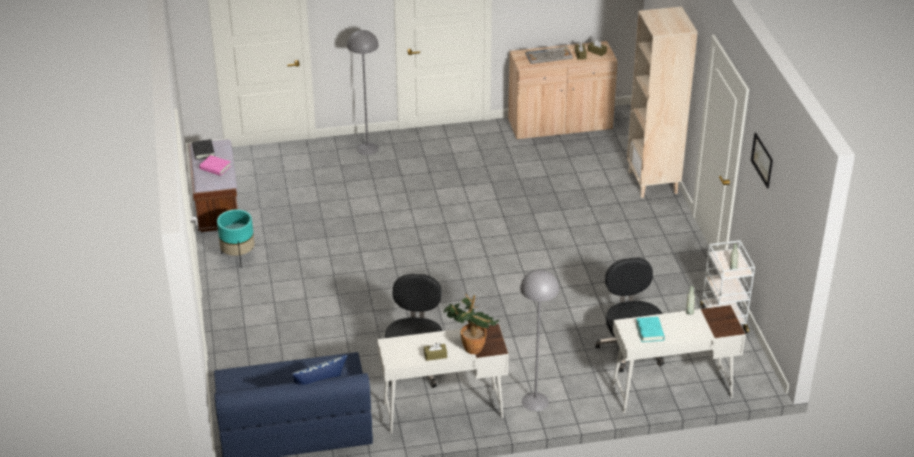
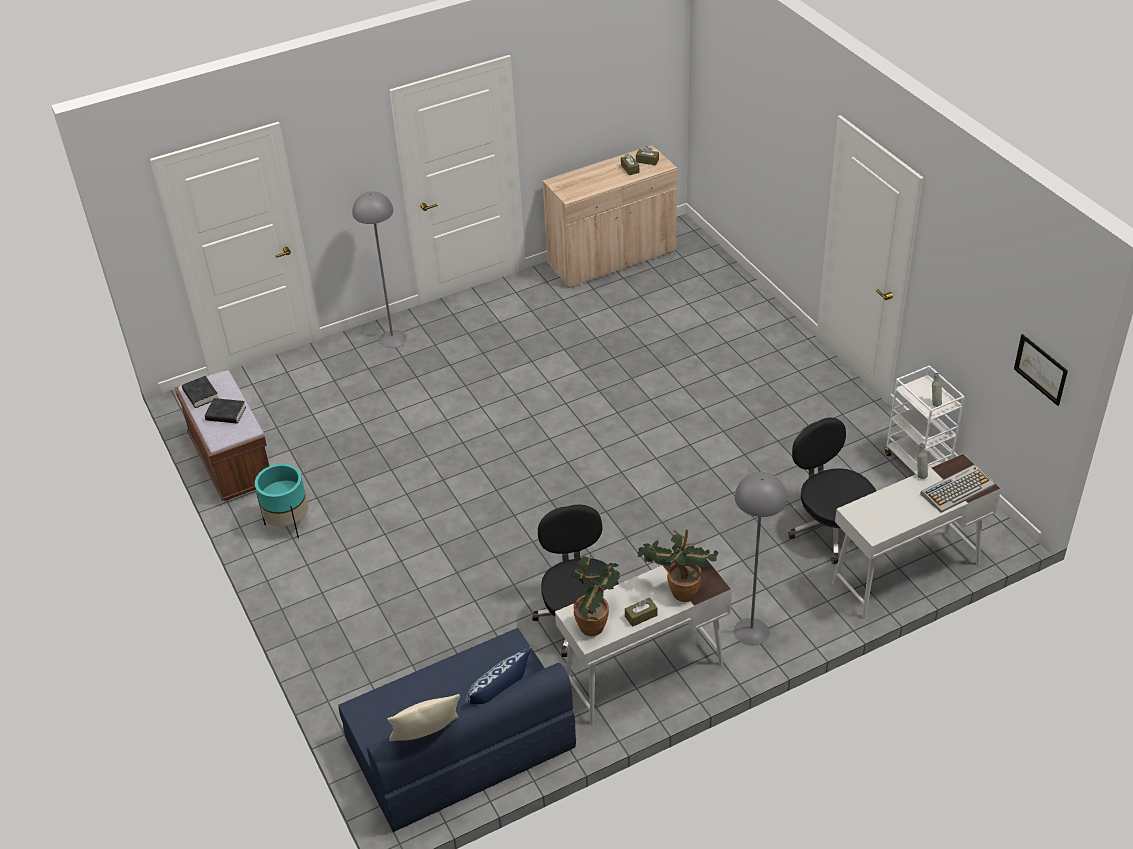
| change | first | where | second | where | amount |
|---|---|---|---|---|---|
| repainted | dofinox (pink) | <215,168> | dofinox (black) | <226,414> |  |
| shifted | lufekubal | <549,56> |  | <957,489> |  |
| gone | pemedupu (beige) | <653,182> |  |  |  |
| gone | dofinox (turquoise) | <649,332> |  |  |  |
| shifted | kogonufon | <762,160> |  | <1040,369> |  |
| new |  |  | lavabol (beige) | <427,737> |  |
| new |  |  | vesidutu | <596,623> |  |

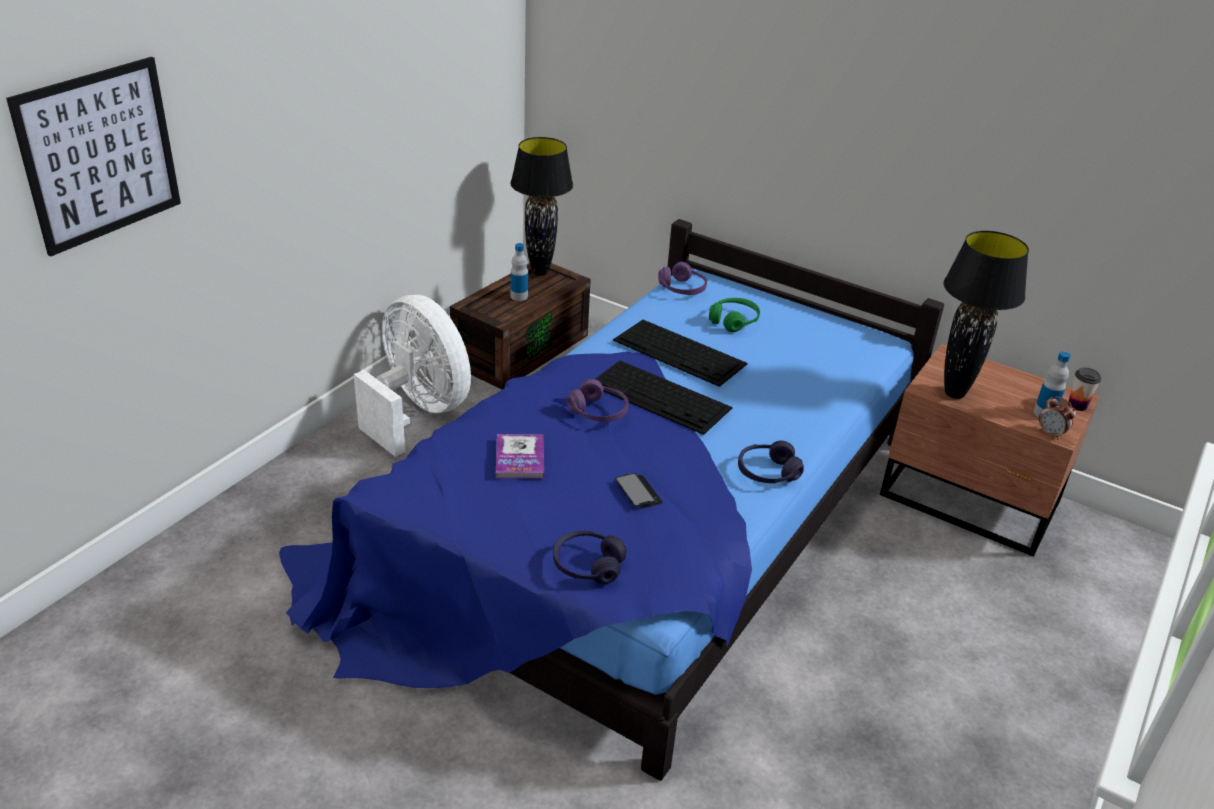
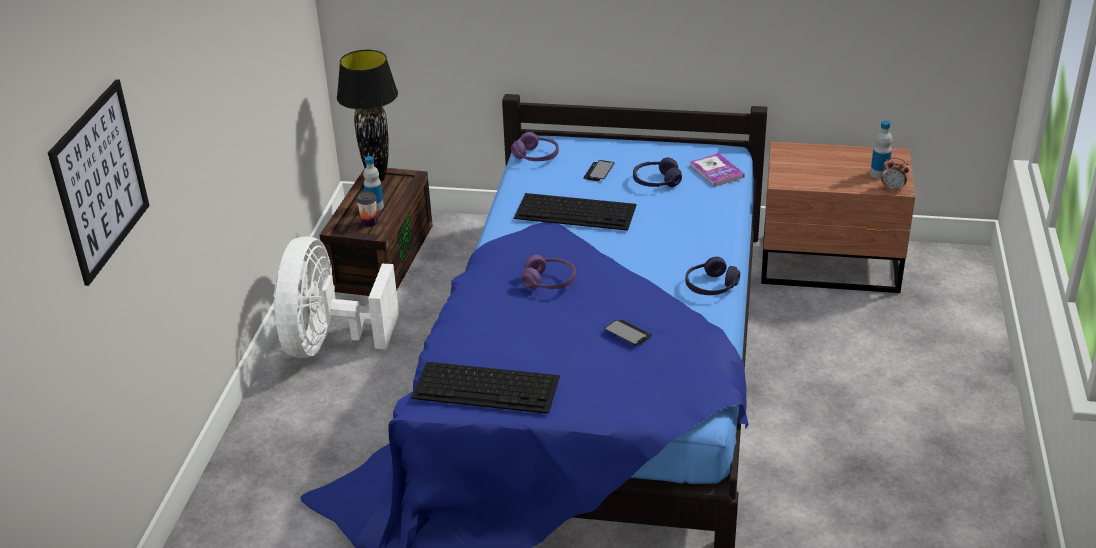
| change | first | where | second | where | amount |
|---|---|---|---|---|---|
| rotated | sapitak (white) | <417,412> |  | <329,343> | 105 degrees counterclockwise |
| shifted | dofinox | <520,458> |  | <716,171> |  |
| shifted | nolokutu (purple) | <588,566> |  | <656,181> |  |
| shifted | lufekubal | <661,396> |  | <487,387> |  |
| swapped | nolokutu (green) | <733,321> | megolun | <598,172> |  |
| gone | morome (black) | <954,394> |  |  |  |
| shifted | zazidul | <1077,405> |  | <369,223> |  |

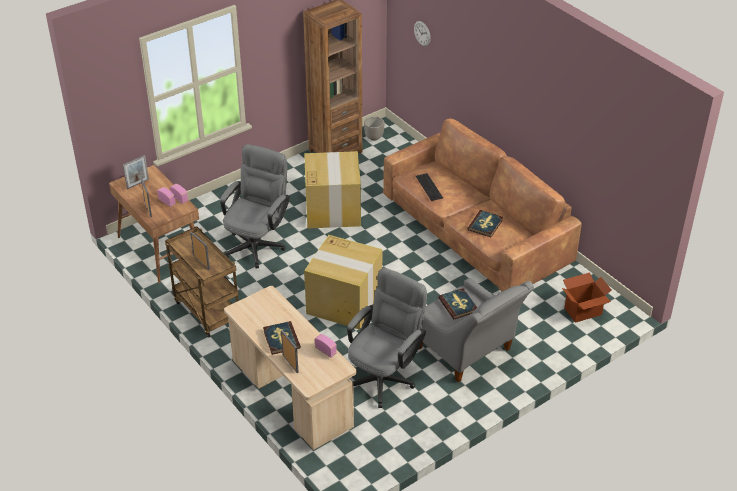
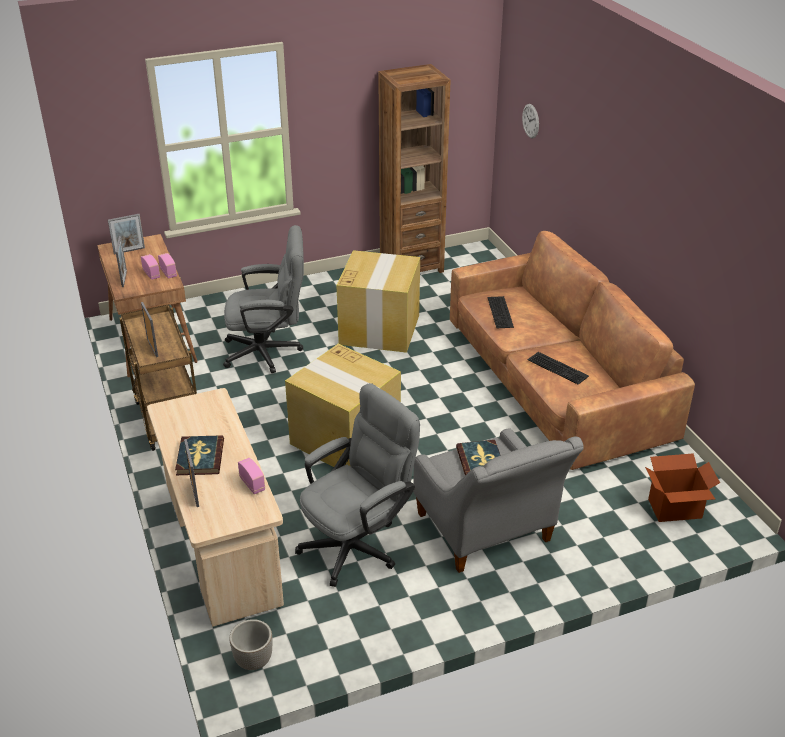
| change | first | where | second | where | amount |
|---|---|---|---|---|---|
| rotated | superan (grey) | <257,243> |  | <269,352> | 45 degrees clockwise |
| shifted | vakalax | <374,137> |  | <253,661> |  |
| swapped | dofinox | <485,225> | lufekubal | <559,367> |  |

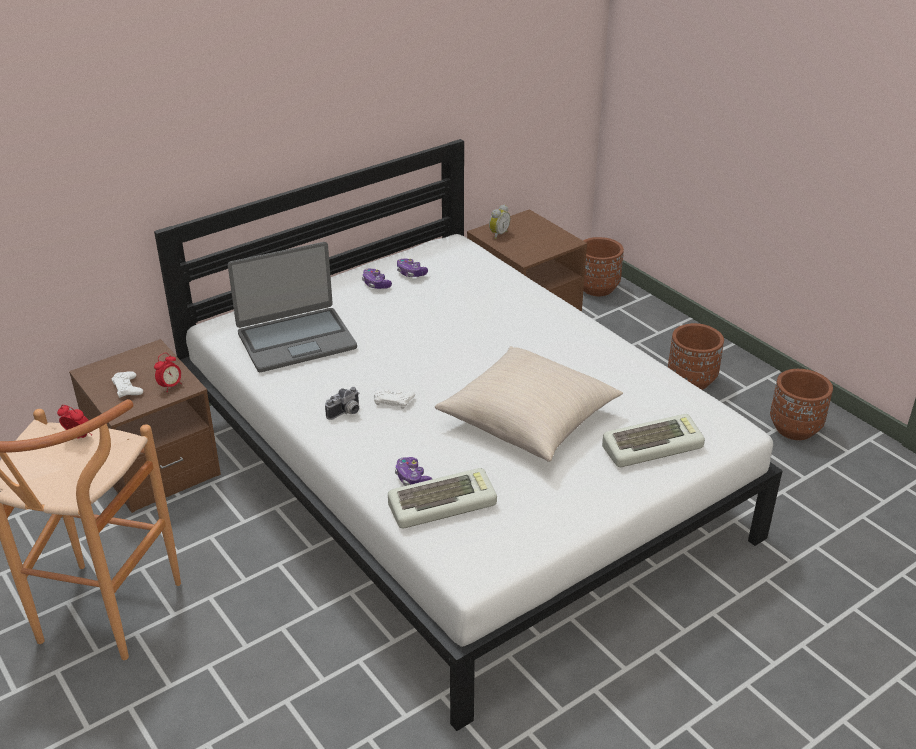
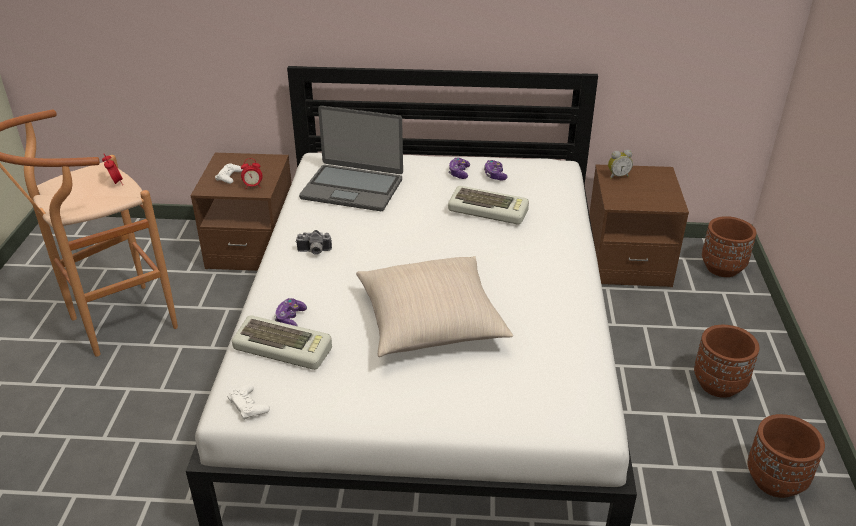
| change | first | where | second | where | amount |
|---|---|---|---|---|---|
| shifted | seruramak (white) | <393,400> |  | <248,405> |  |
| shifted | lufekubal | <652,446> |  | <489,210> |  |

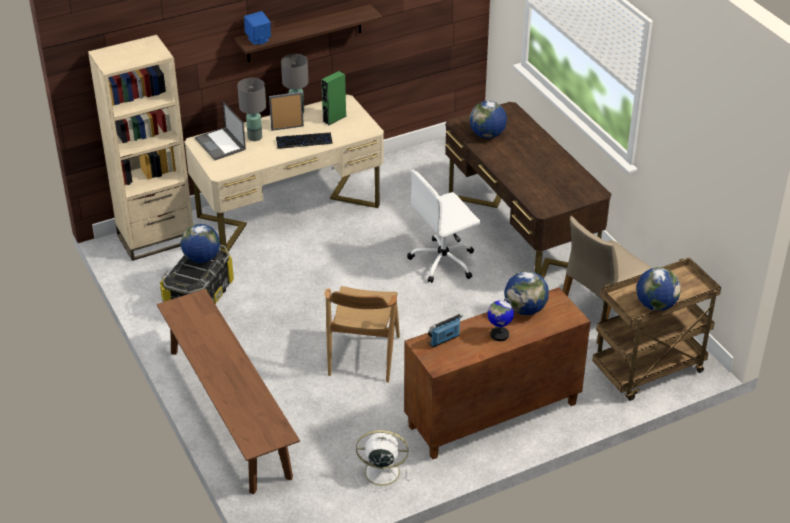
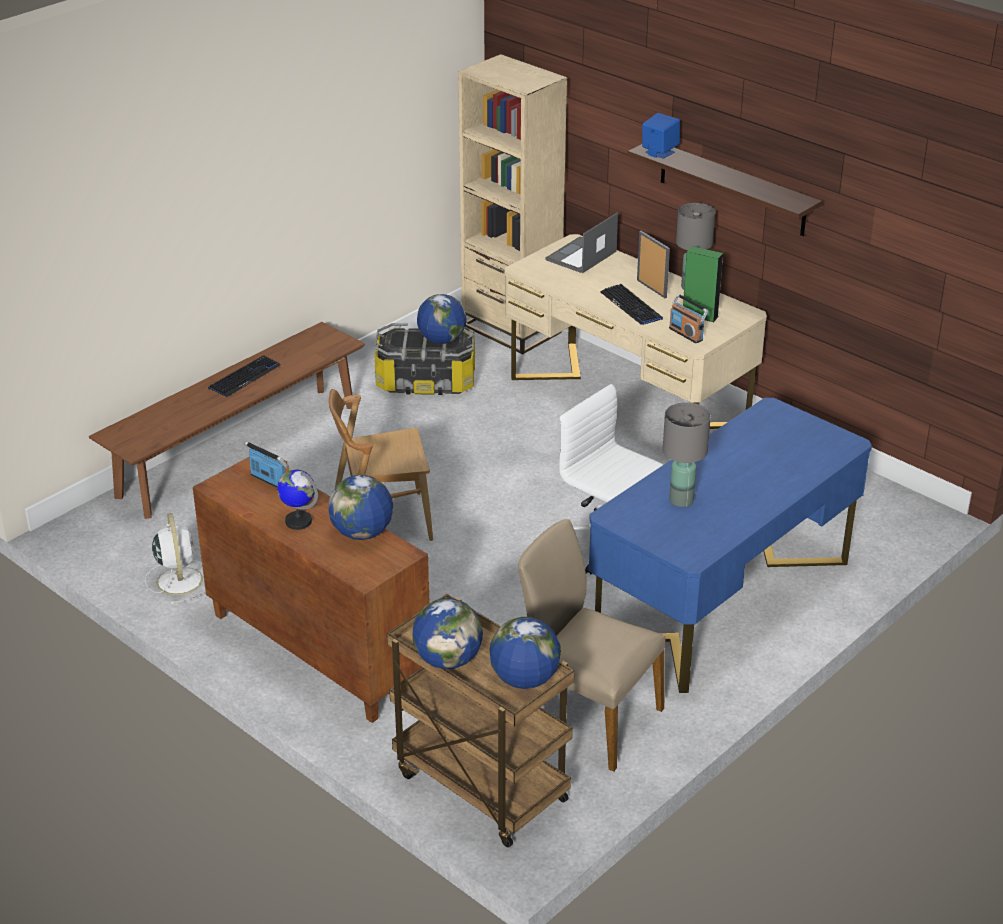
| change | first | where | second | where | amount |
|---|---|---|---|---|---|
| shifted | morome (grey) | <255,137> |  | <682,500> |  |
| repainted | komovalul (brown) | <520,233> | komovalul (blue) | <723,600> |  |
| shifted | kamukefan | <487,135> |  | <524,679> |  |
| new |  |  | lufekubal | <245,377> |  |
| new |  |  | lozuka | <686,334> |  |

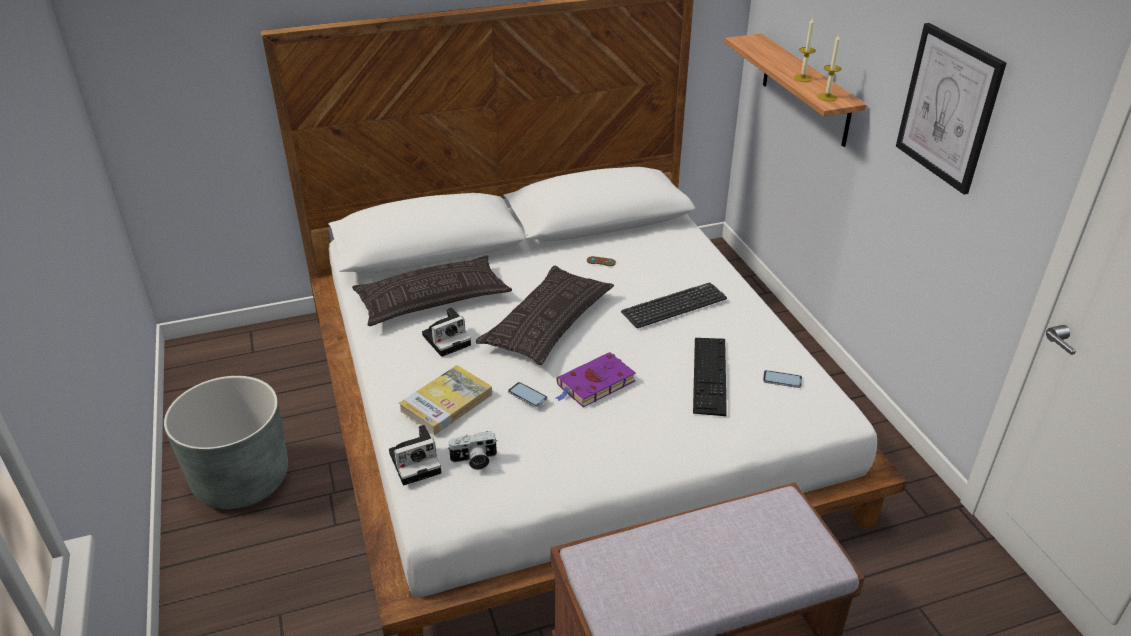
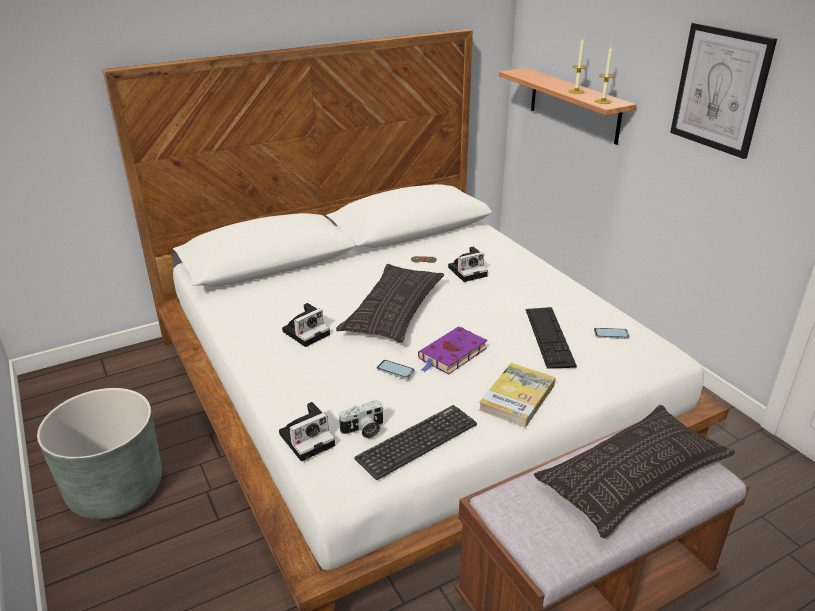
| change | first | where | second | where | amount |
|---|---|---|---|---|---|
| shifted | lavabol | <432,299> |  | <632,476> |  |
| shifted | dofinox | <446,402> |  | <517,397> |  |
| shifted | lufekubal | <674,306> |  | <417,441> |  |
| new |  |  | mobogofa | <468,271> |  |

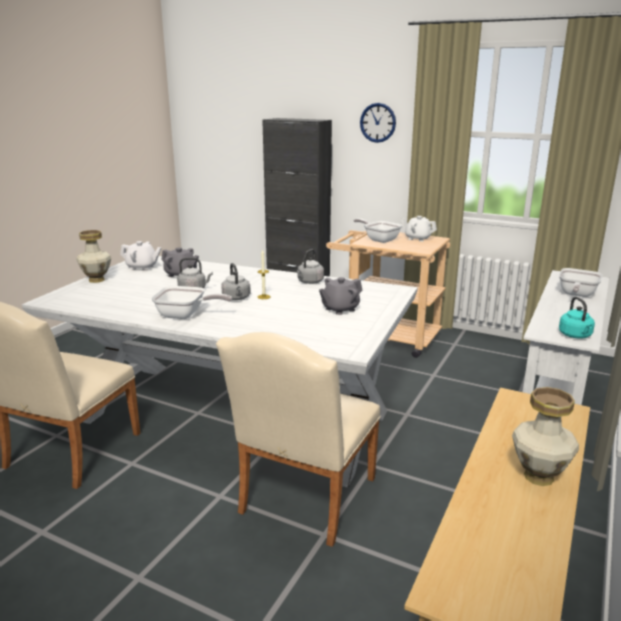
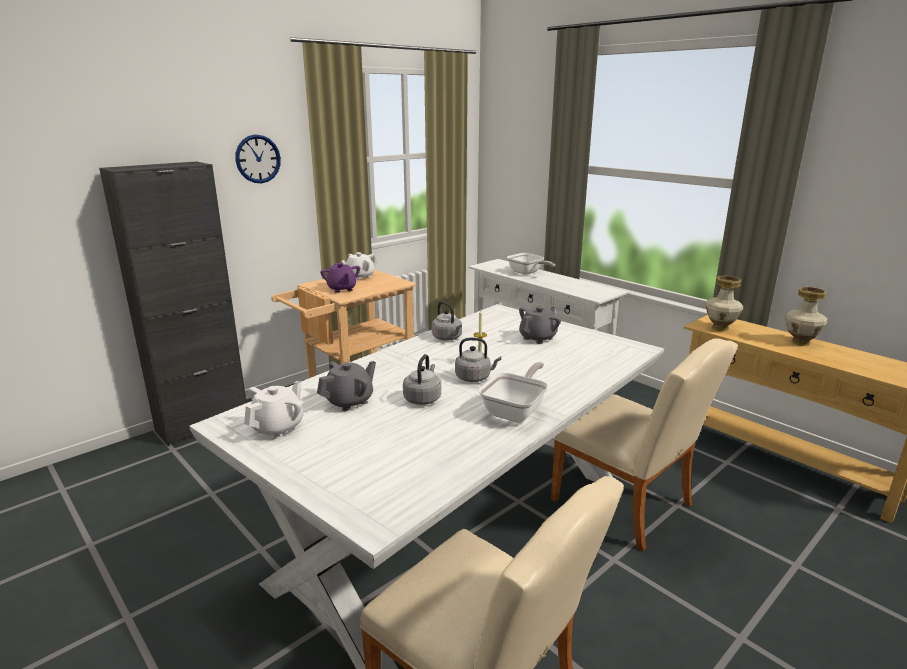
| change | first | where | second | where | amount |
|---|---|---|---|---|---|
| shifted | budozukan | <97,280> |  | <719,328> |  |
| rotated | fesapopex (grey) | <340,309> |  | <538,338> | 120 degrees counterclockwise |
| swapped | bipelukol | <379,239> | fesapopex (purple) | <341,289> |  |
| gone | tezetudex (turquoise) | <575,336> |  |  |  |

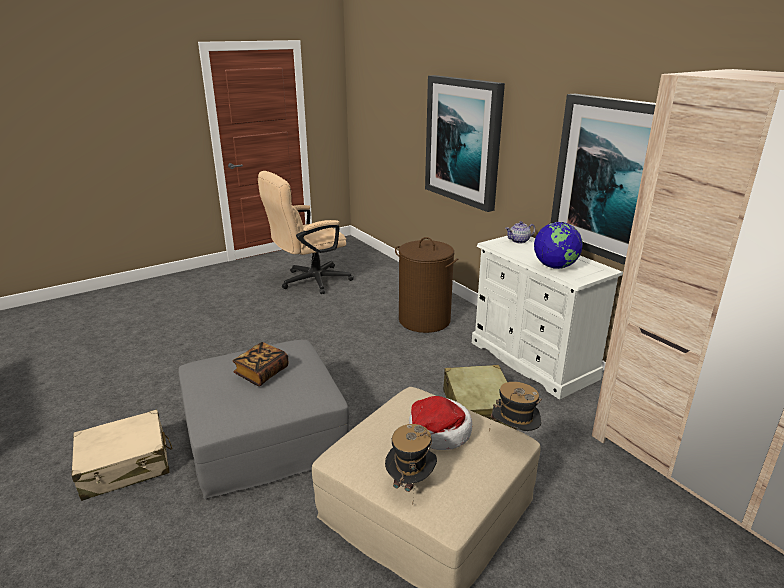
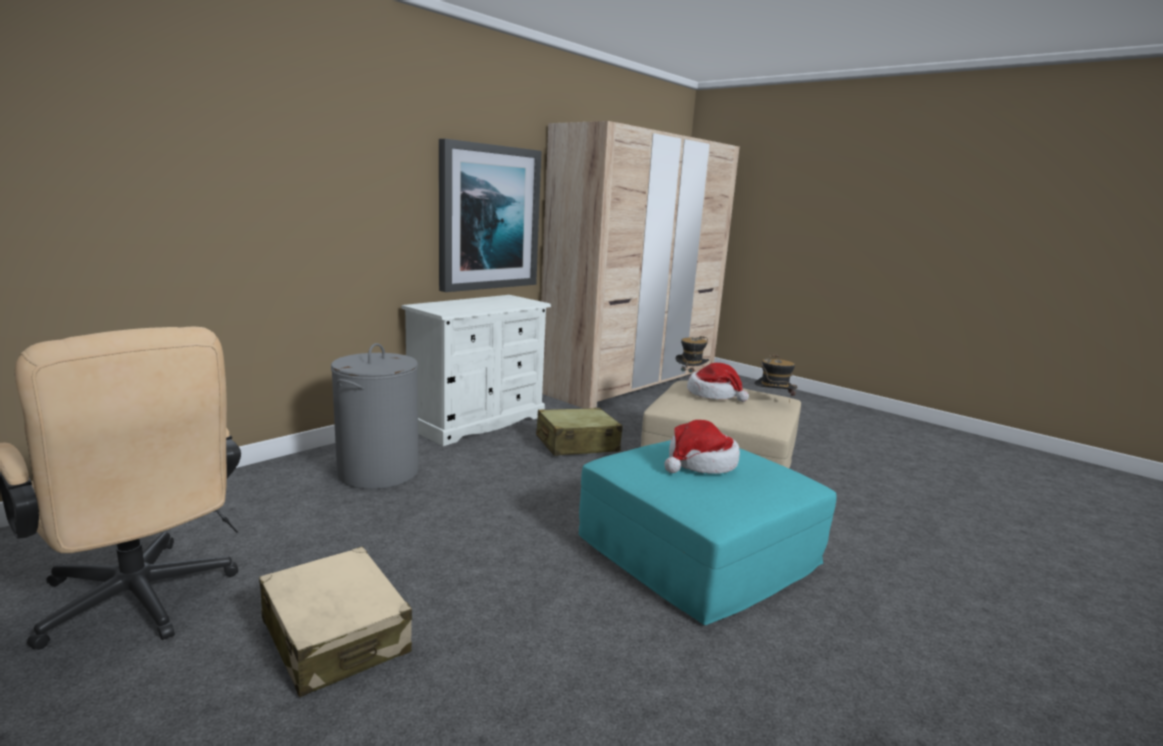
| change | first | where | second | where | amount |
|---|---|---|---|---|---|
| shifted | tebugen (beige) | <125,465> |  | <335,636> |  |
| repainted | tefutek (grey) | <263,436> | tefutek (turquoise) | <699,551> |  |
| swapped | dofinox | <262,373> | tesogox | <700,463> |  |
| repainted | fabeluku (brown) | <424,320> | fabeluku (grey) | <378,472> |  |
| gone | kogonufon | <463,141> |  |  |  |
| gone | fesapopex | <519,241> |  |  |  |
| gone | kamukefan | <555,266> |  |  |  |

